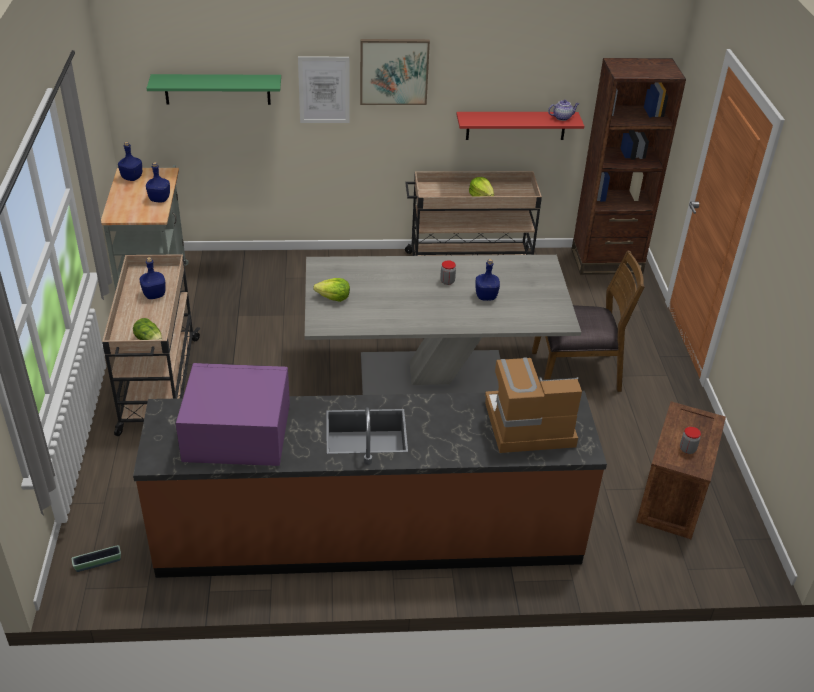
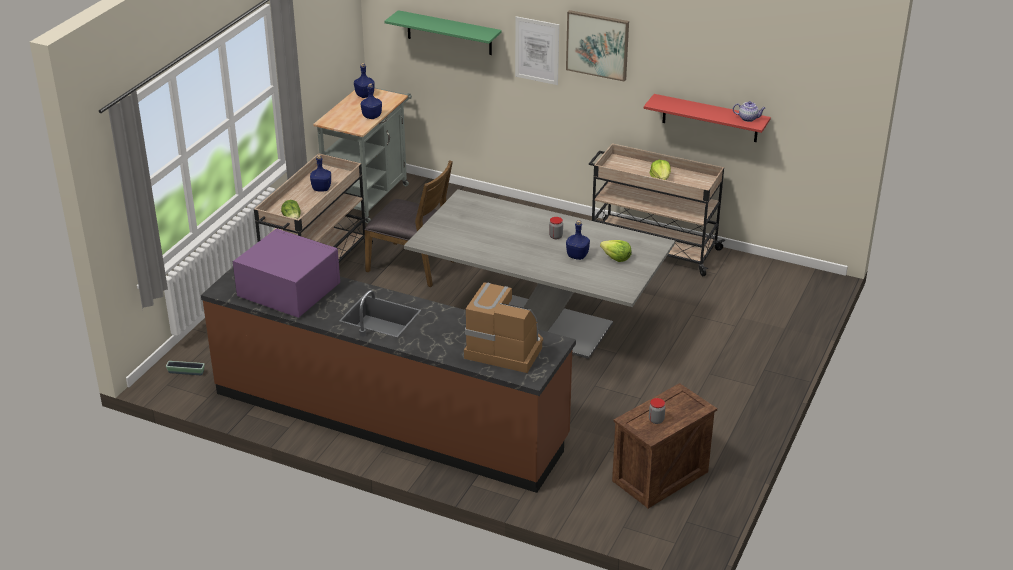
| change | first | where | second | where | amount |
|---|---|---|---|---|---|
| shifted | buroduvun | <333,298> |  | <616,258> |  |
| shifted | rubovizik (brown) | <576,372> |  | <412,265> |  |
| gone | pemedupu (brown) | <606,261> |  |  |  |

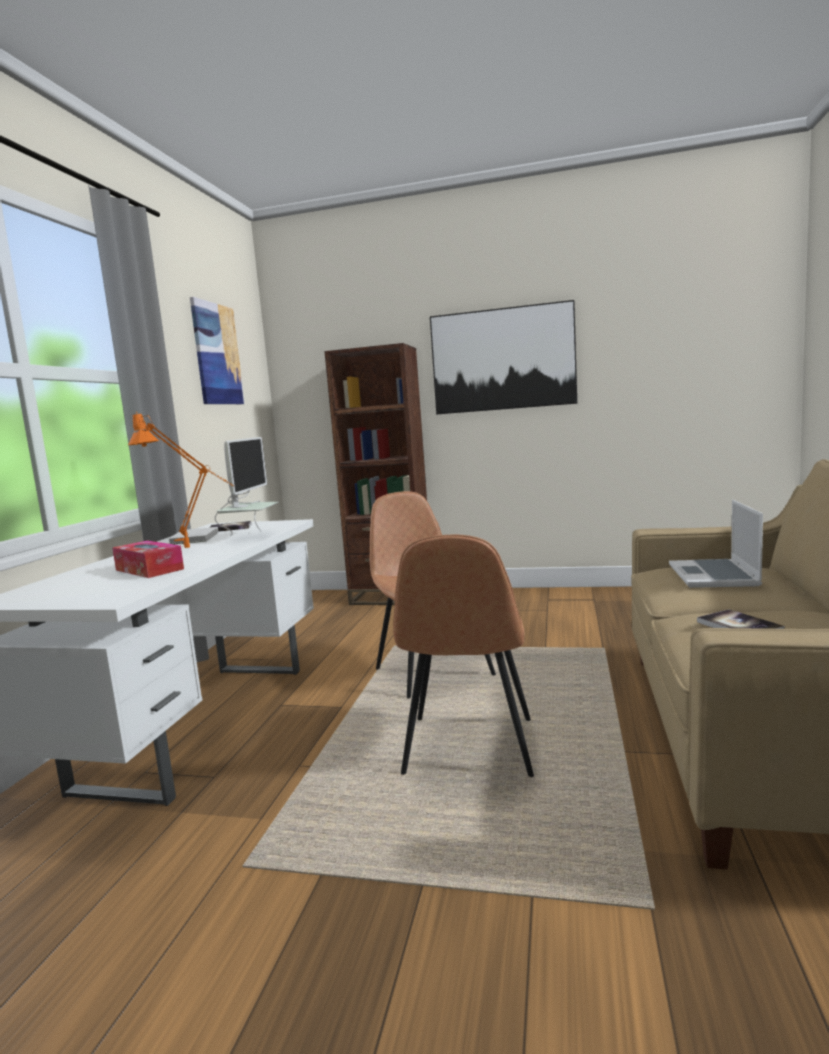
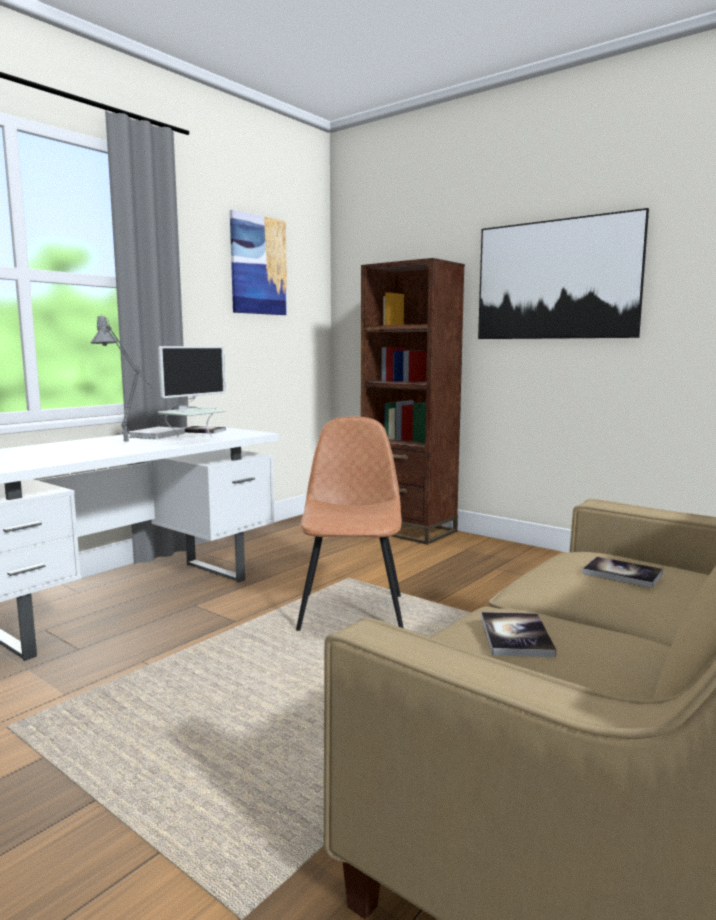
| change | first | where | second | where | amount |
|---|---|---|---|---|---|
| gone | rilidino | <149,569> |  |  |  |
| repainted | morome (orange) | <194,549> | morome (grey) | <130,444> |  |
| gone | rubovizik (brown) | <469,748> |  |  |  |
| swapped | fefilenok | <714,576> | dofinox | <622,574> |  |

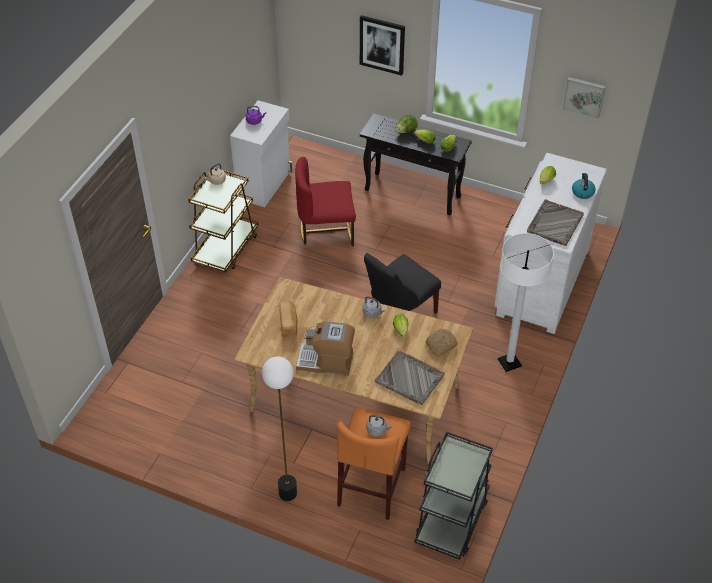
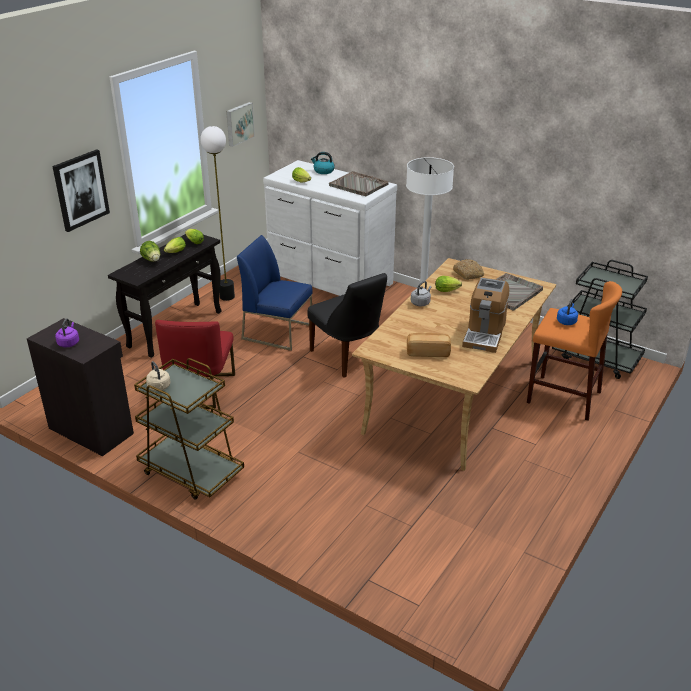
| change | first | where | second | where | amount |
|---|---|---|---|---|---|
| repainted | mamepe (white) | <265,184> | mamepe (black) | <91,430> |  |
| shifted | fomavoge | <288,493> |  | <227,296> |  |
| repainted | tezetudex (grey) | <377,430> | tezetudex (blue) | <566,321> |  |
| new |  |  | rubovizik (blue) | <278,332> |  |

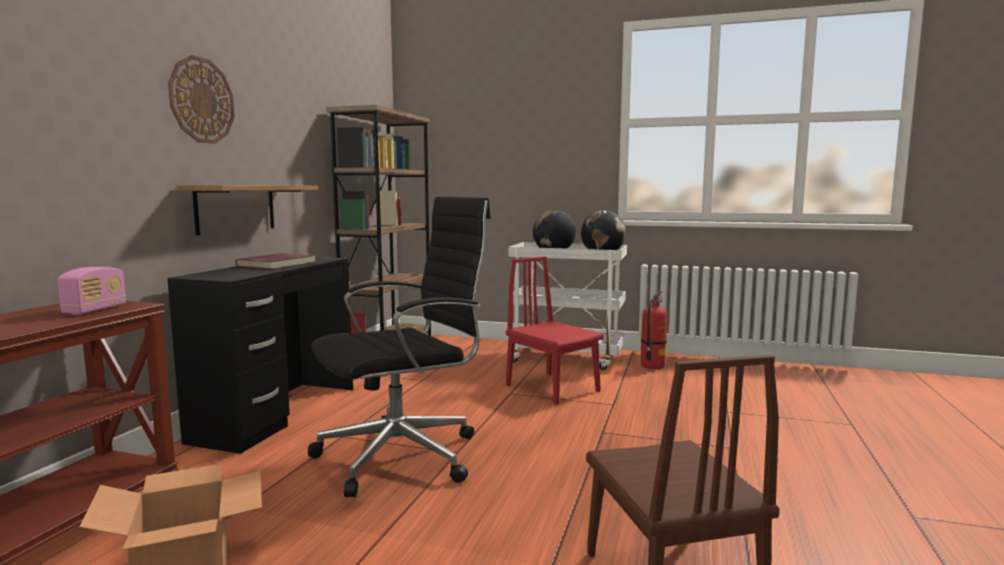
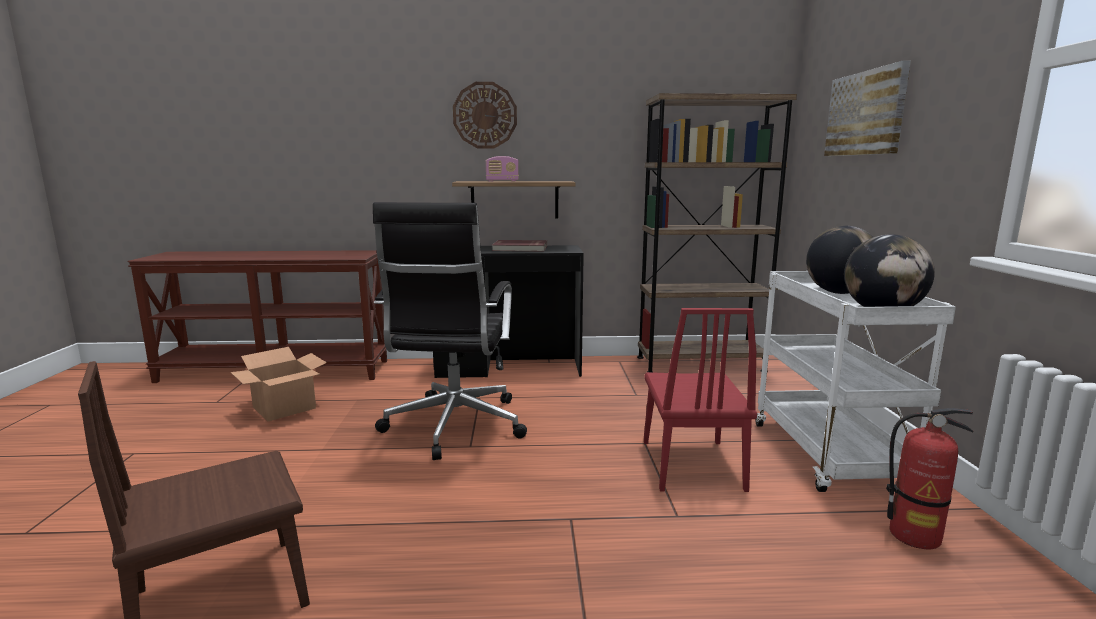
| change | first | where | second | where | amount |
|---|---|---|---|---|---|
| shifted | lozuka | <95,310> |  | <502,181> |  |
| rotated | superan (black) | <404,455> |  | <453,427> | 60 degrees clockwise |
| rotated | rubovizik (red) | <552,388> |  | <691,464> | 150 degrees clockwise |
| new |  |  | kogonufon | <866,113> |  |

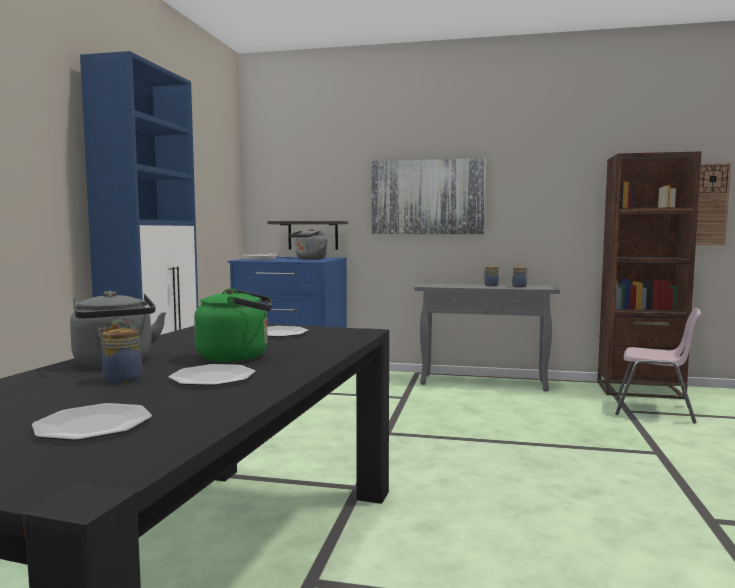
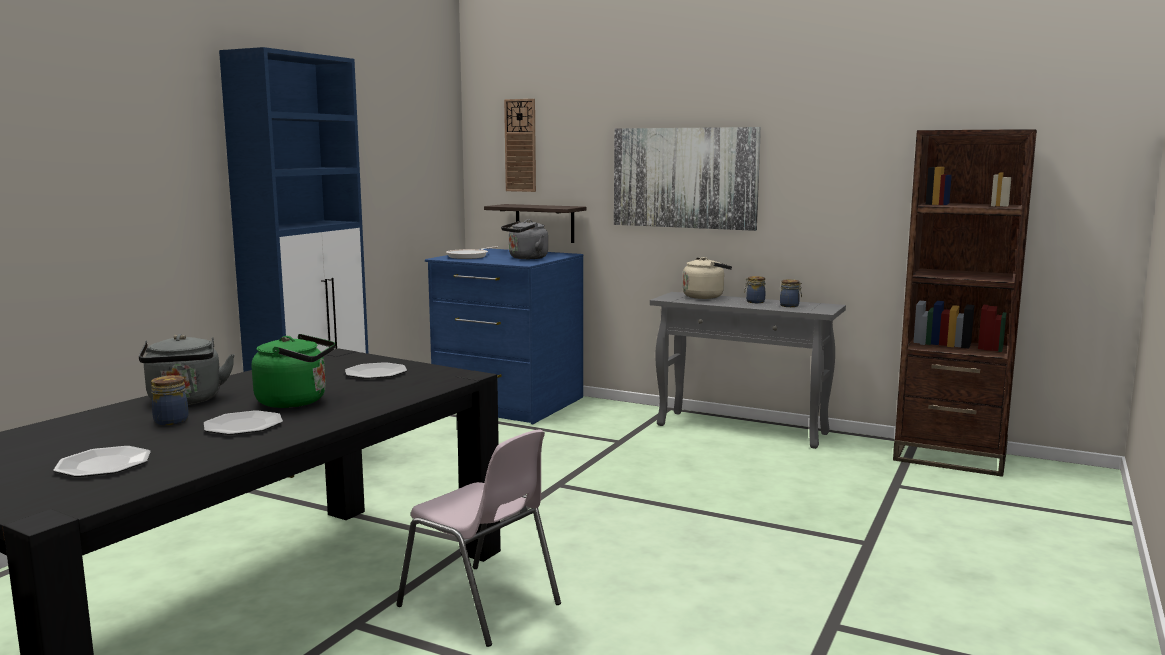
| change | first | where | second | where | amount |
|---|---|---|---|---|---|
| shifted | rubovizik (pink) | <655,411> |  | <481,606> |  |
| shifted | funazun | <710,204> |  | <520,145> |  |
| new |  |  | tezetudex (beige) | <705,296> |  |

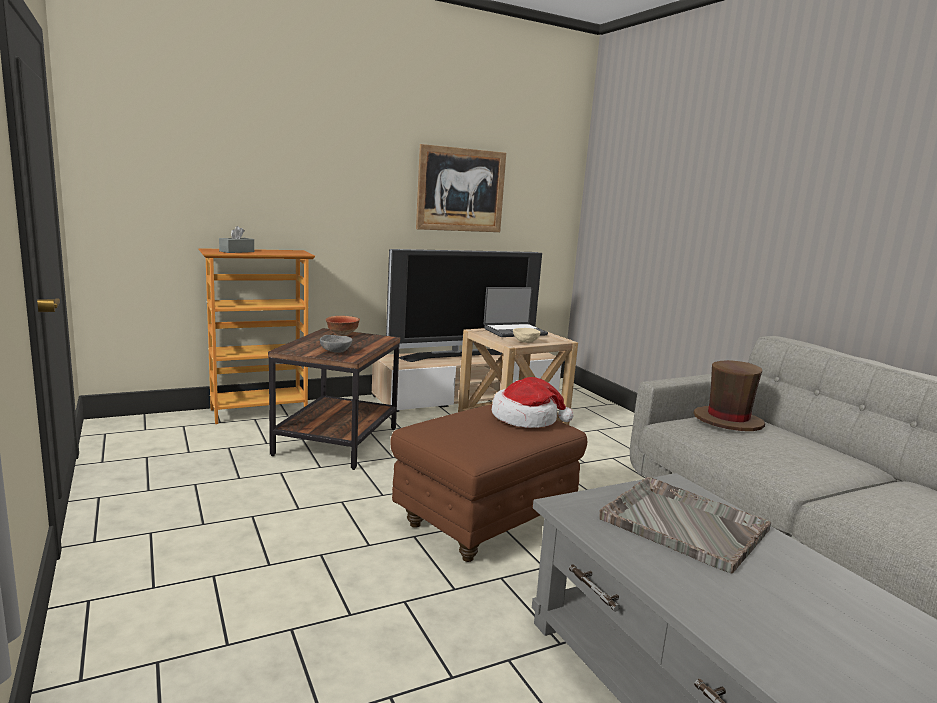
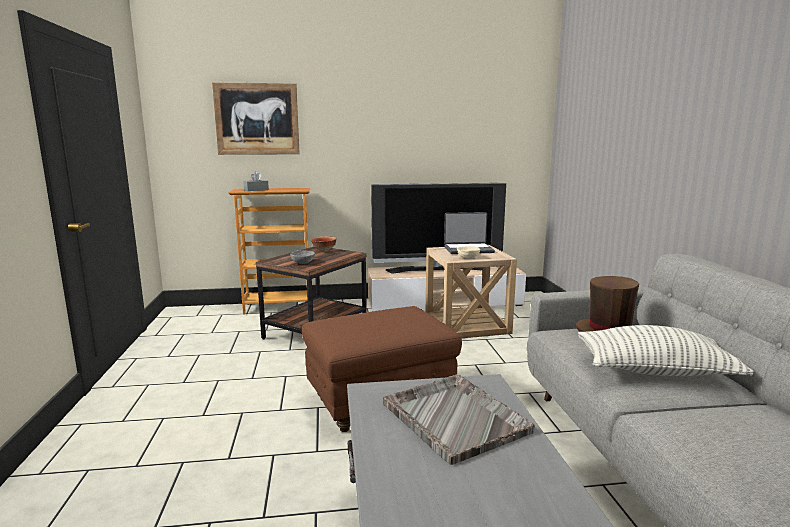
| change | first | where | second | where | amount |
|---|---|---|---|---|---|
| shifted | kogonufon | <461,190> |  | <257,119> |  |
| gone | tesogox | <526,419> |  |  |  |
| new |  |  | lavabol | <655,371> |  |

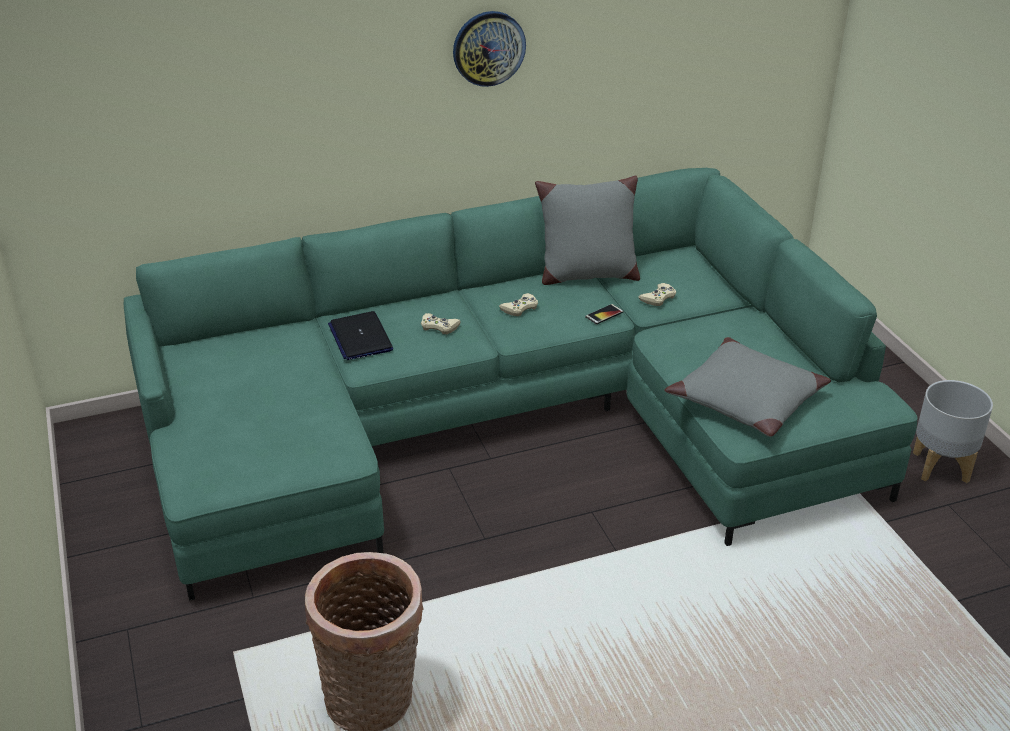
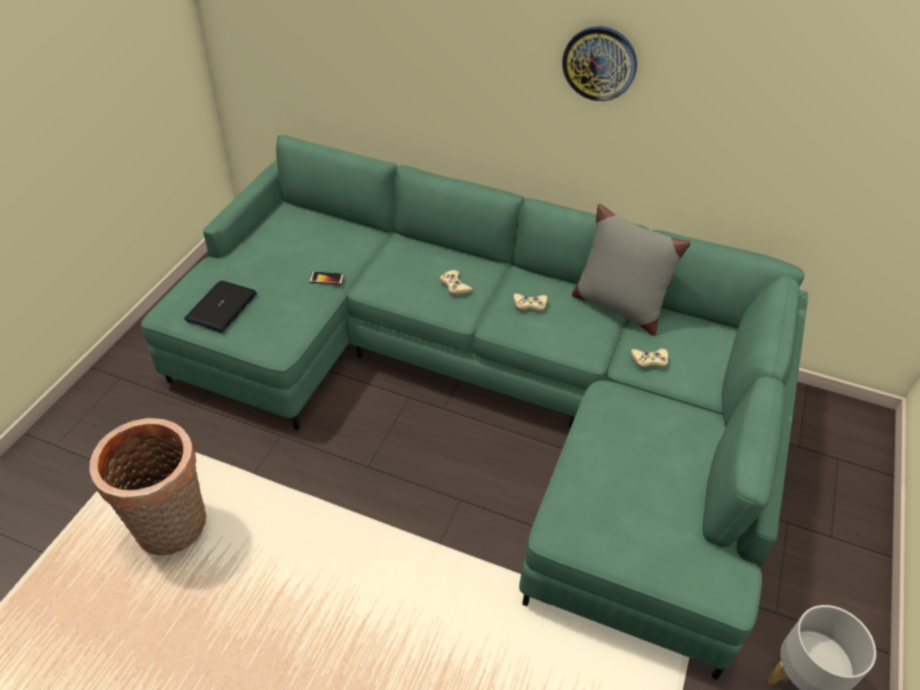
| change | first | where | second | where | amount |
|---|---|---|---|---|---|
| shifted | fefilenok | <360,337> |  | <221,307> |  |
| shifted | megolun | <604,314> |  | <326,278> |  |
| gone | lavabol (grey) | <745,400> |  |  |  |

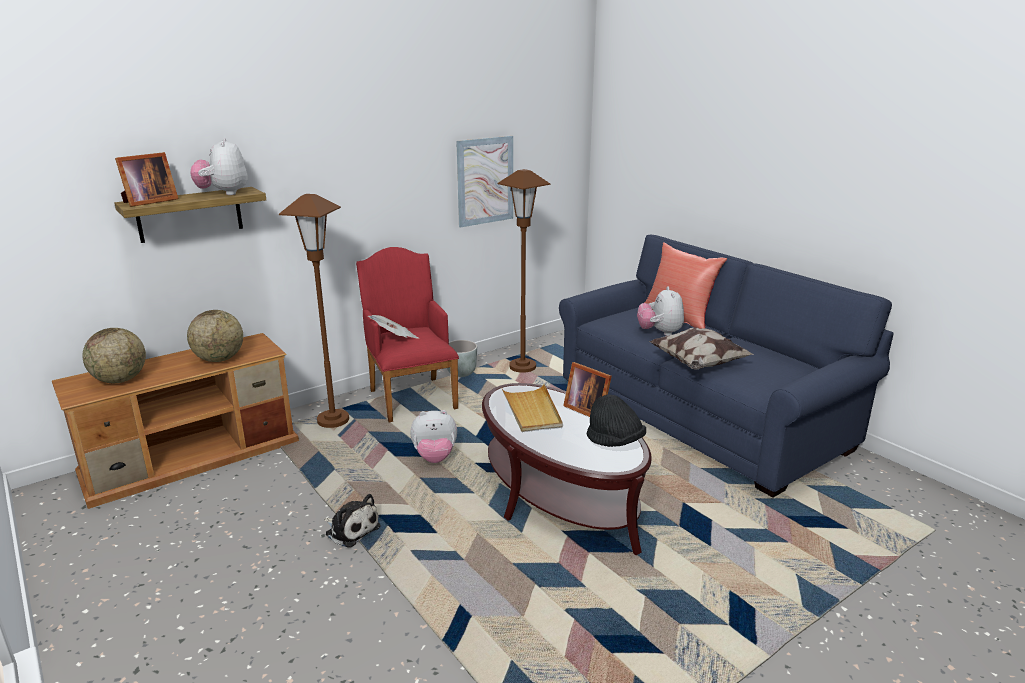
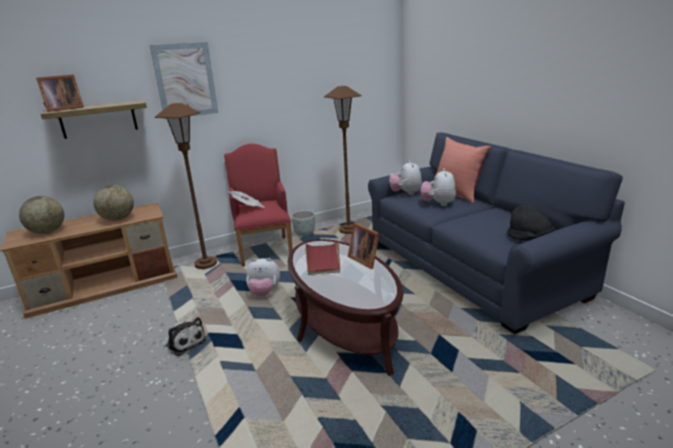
| change | first | where | second | where | amount |
|---|---|---|---|---|---|
| shifted | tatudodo | <223,193> |  | <405,193> |  |
| shifted | kogonufon | <485,181> |  | <185,80> |  |
| repainted | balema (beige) | <532,410> | balema (red) | <323,259> |  |
| shifted | tesogox (black) | <615,442> |  | <529,239> |  |
| gone | lavabol | <698,364> |  |  |  |

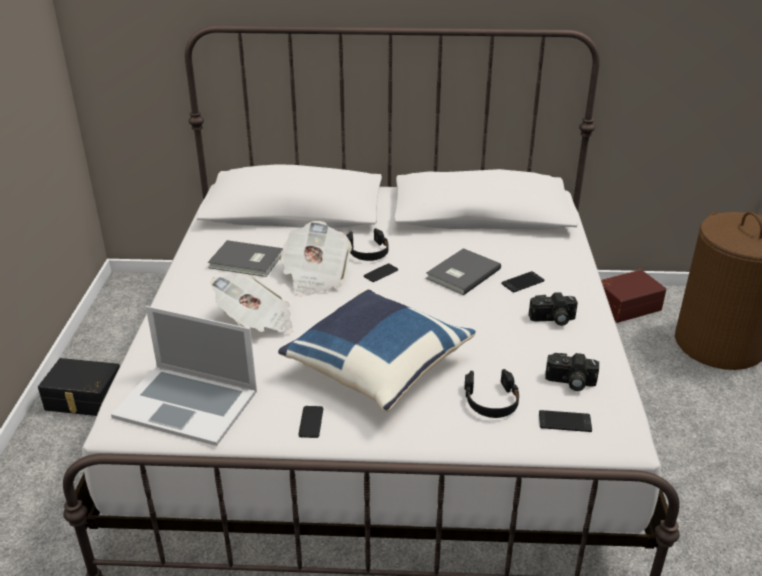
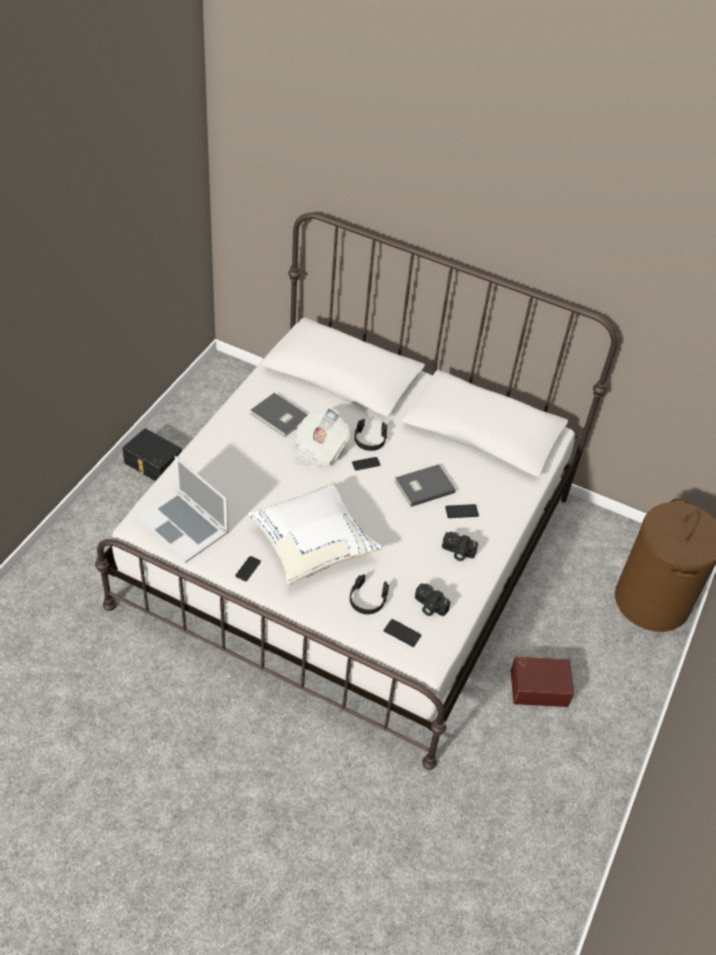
| change | first | where | second | where | amount |
|---|---|---|---|---|---|
| gone | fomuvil | <256,322> |  |  |  |
| repainted | lavabol (blue) | <376,367> | lavabol (white) | <312,544> |  |
| shifted | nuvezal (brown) | <626,305> |  | <538,686> |  |

